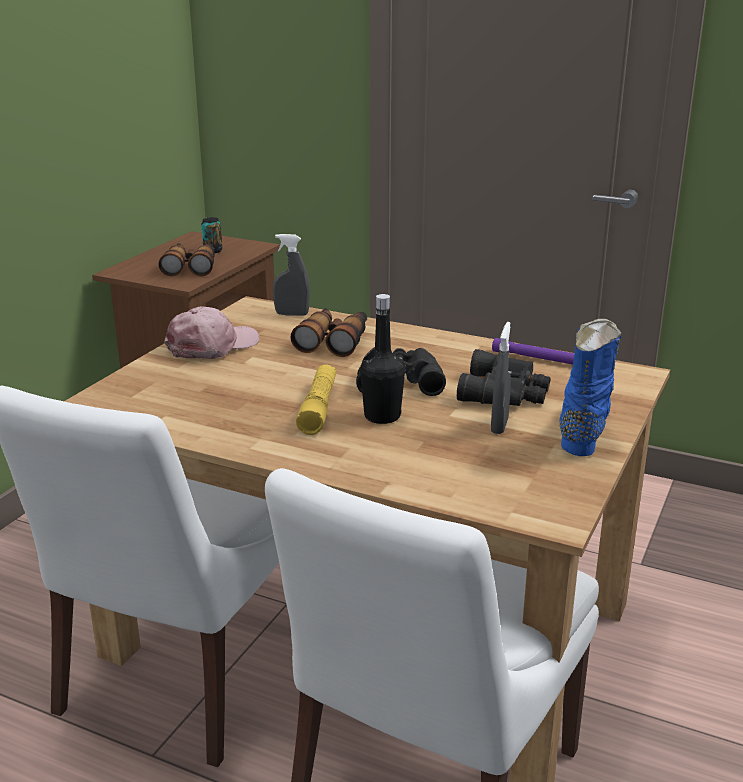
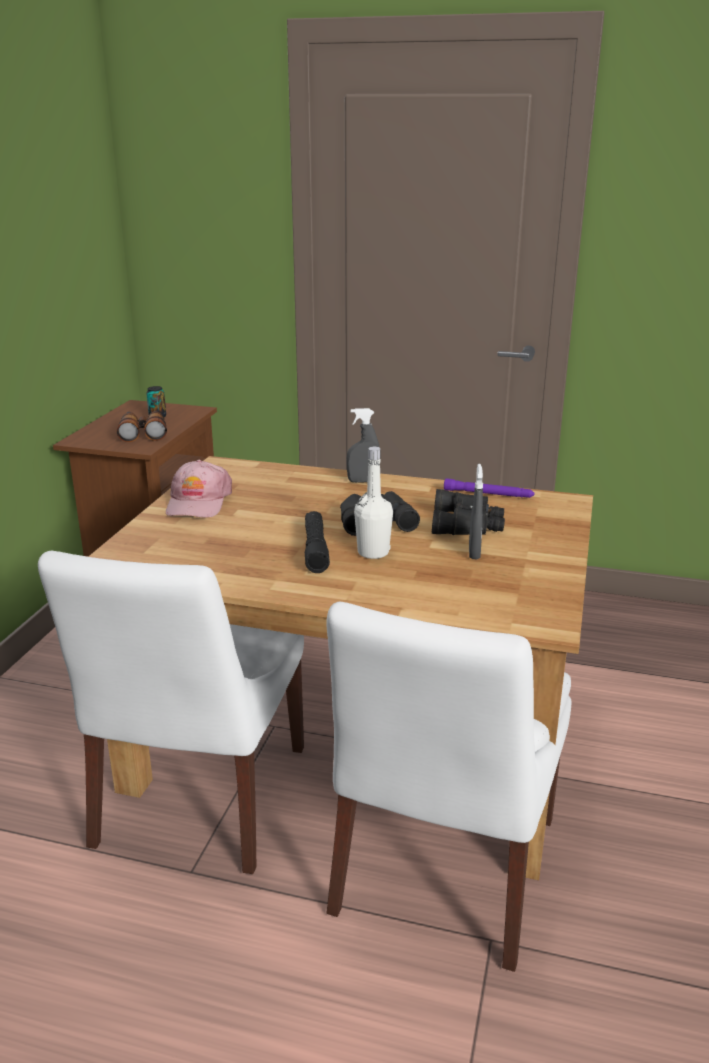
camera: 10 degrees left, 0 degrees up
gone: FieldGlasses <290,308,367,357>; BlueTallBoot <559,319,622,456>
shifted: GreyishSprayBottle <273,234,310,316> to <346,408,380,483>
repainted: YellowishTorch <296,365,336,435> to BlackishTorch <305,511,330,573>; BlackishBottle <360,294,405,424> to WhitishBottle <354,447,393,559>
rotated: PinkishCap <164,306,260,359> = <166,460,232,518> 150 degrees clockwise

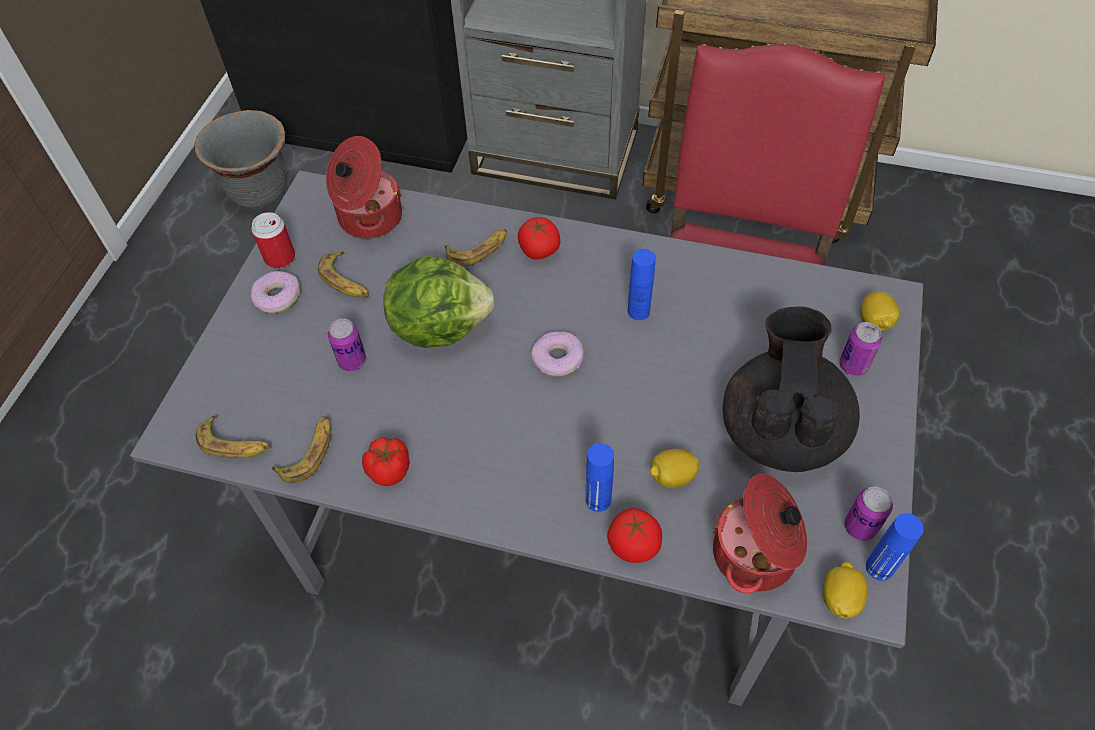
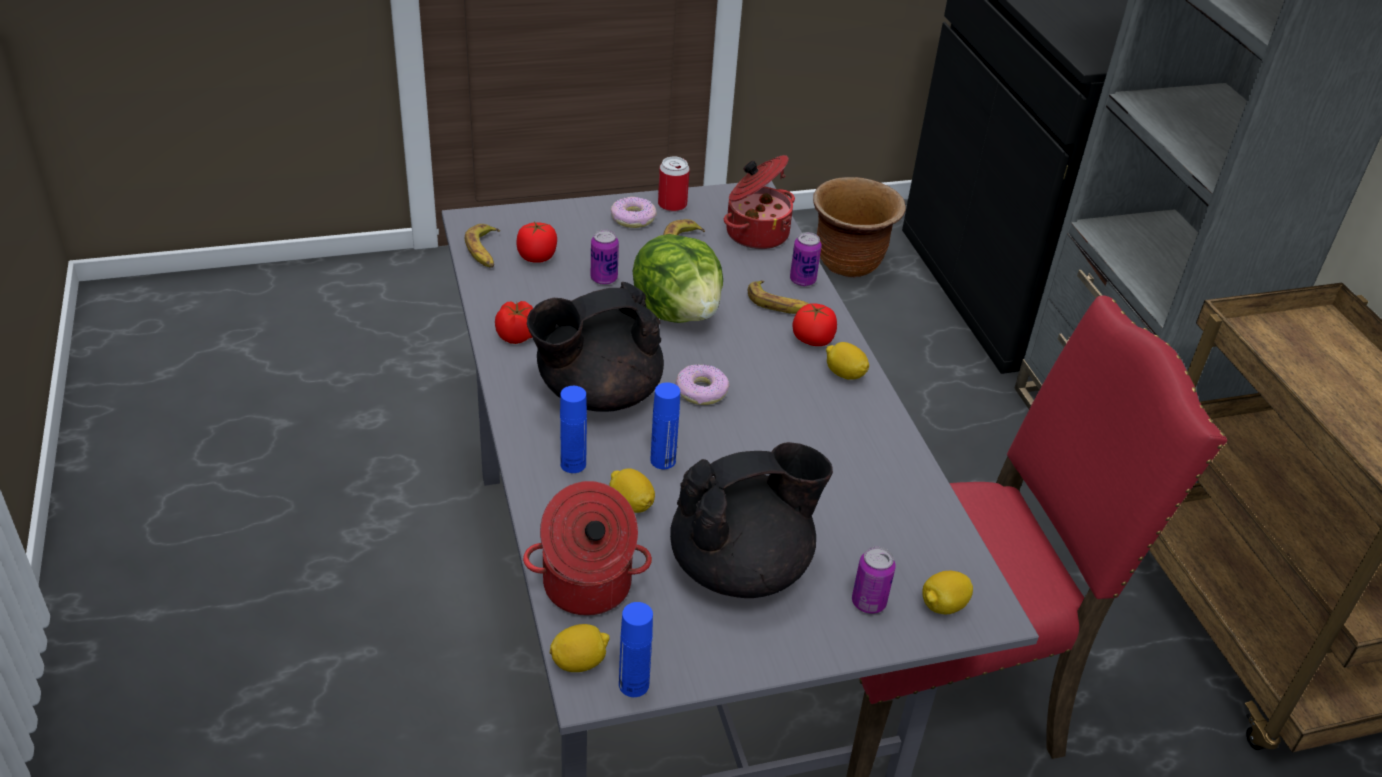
camera: 55 degrees right, 15 degrees down
gone: WholeBanana <272,416,331,483>
new: BlackishPotForTea <527,282,664,412>; CitrusFruit <826,342,869,380>
shifted: Tomato <607,508,662,563> to <516,221,557,263>; BlueBottle <628,249,656,320> to <650,382,680,469>; Can <844,486,893,541> to <790,232,822,286>
repainted: GreyishFlowerPot <194,110,287,209> to BrownFlowerPot <813,177,906,278>

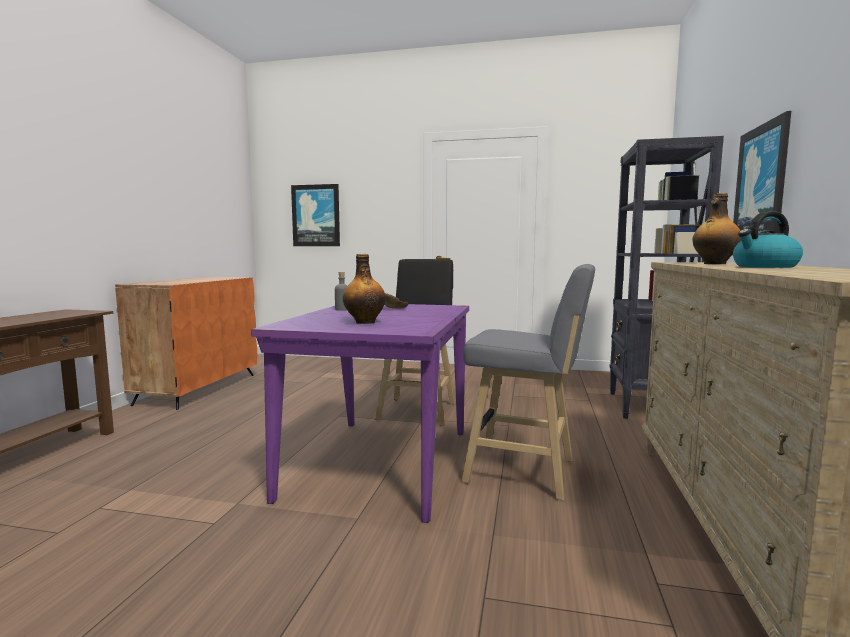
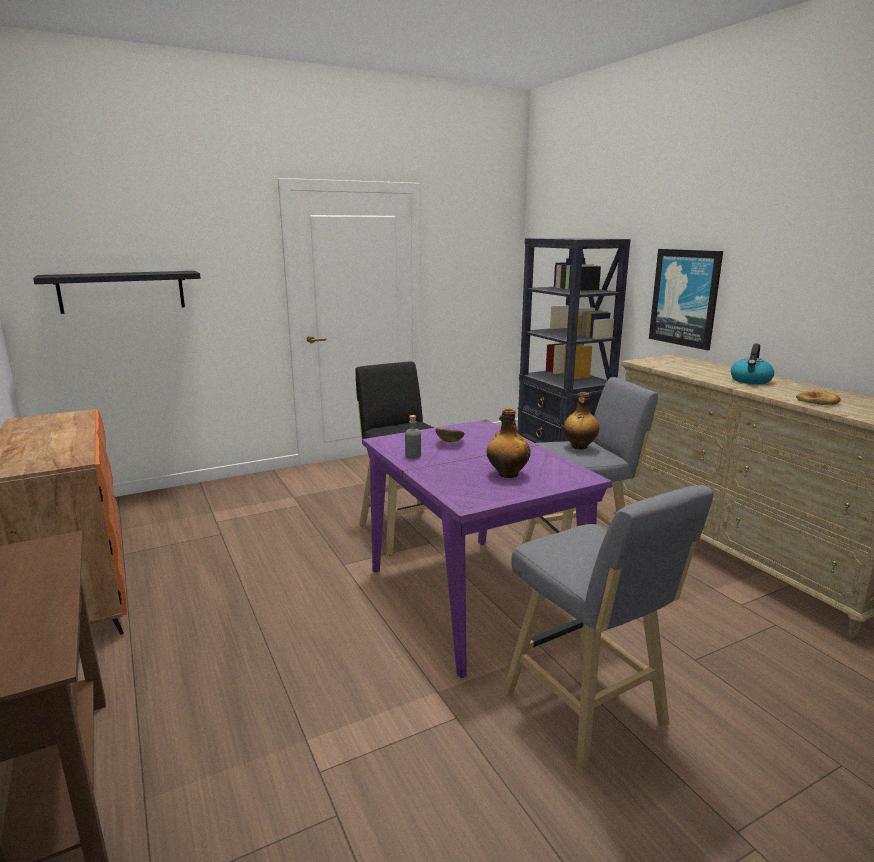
camera: 40 degrees left, 10 degrees up
new: GreyishStool <503,485,714,773>; Bread <796,390,841,405>
shifted: Bottle <693,193,741,264> to <563,392,599,450>
swapped: WallArt <291,184,340,246> to BlackishWallShelf <33,271,201,314>

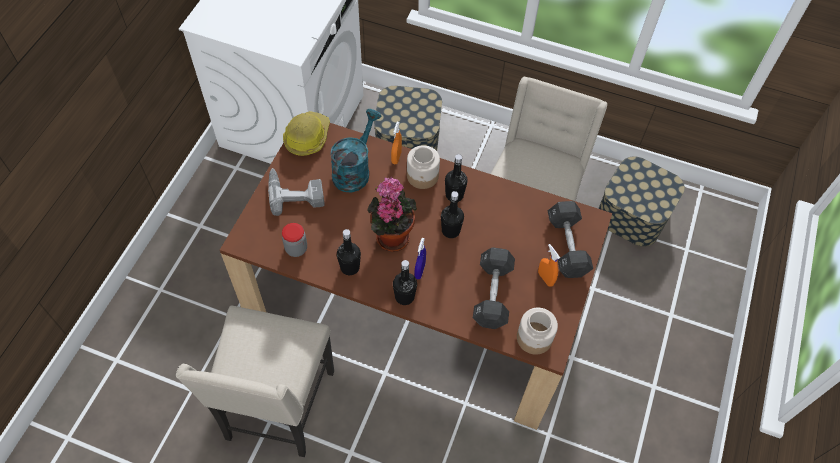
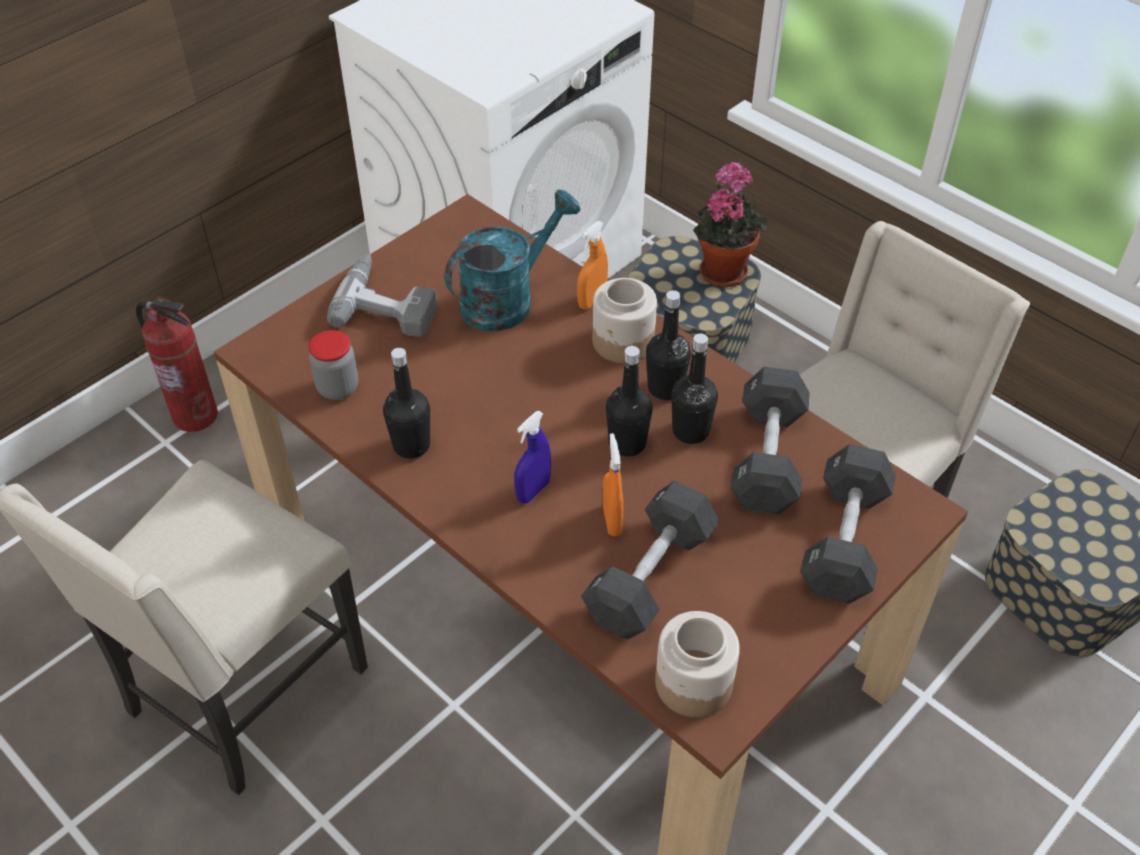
camera: 25 degrees right, 10 degrees down
gone: SafetyHelmet <283,111,330,156>
new: FireExtinguisher <136,296,218,432>; BlackishFreeWeight <730,367,810,514>
shifted: OrangeySprayBottle <538,244,560,287> to <603,433,623,536>; BlackishBottle <393,260,417,305> to <671,333,718,444>; PlantInAPot <367,177,417,252> to <693,162,768,287>

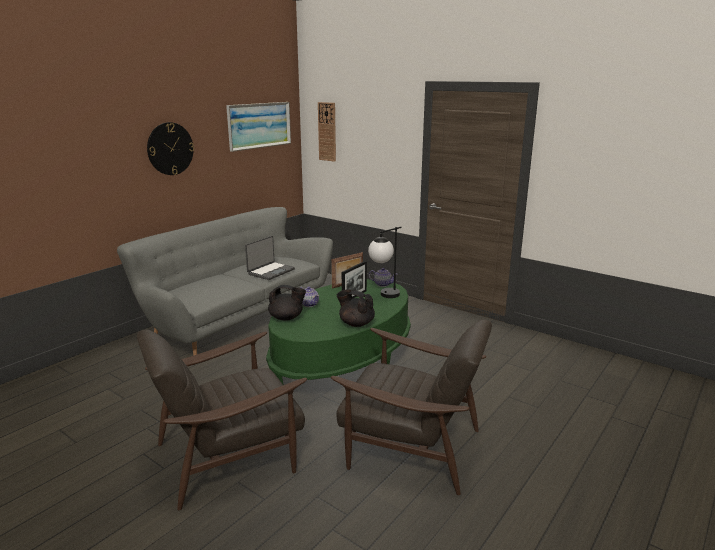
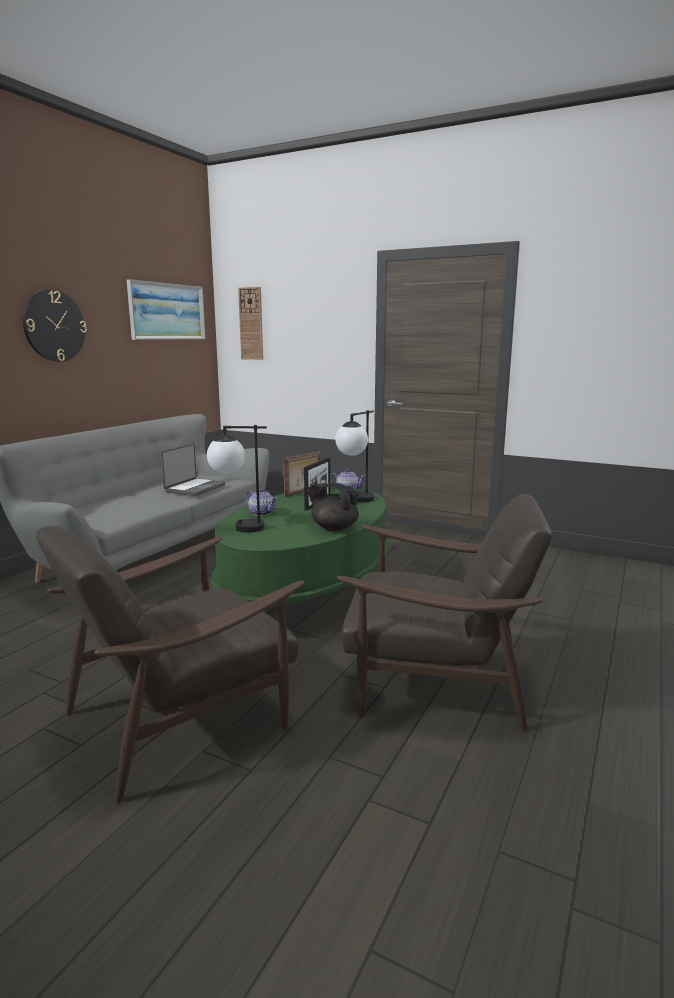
camera: 10 degrees left, 5 degrees down
swapped: BlackishPotForTea <268,285,306,320> to LampForATable <207,425,267,533>

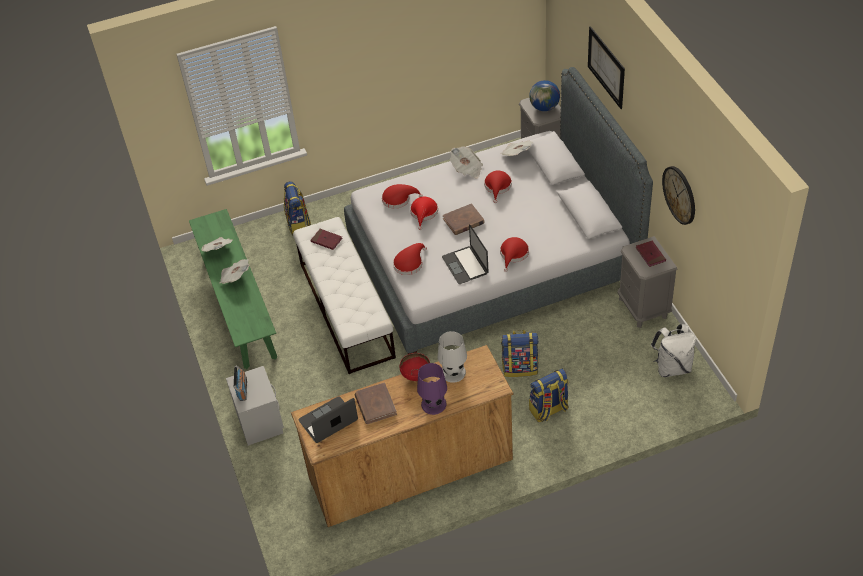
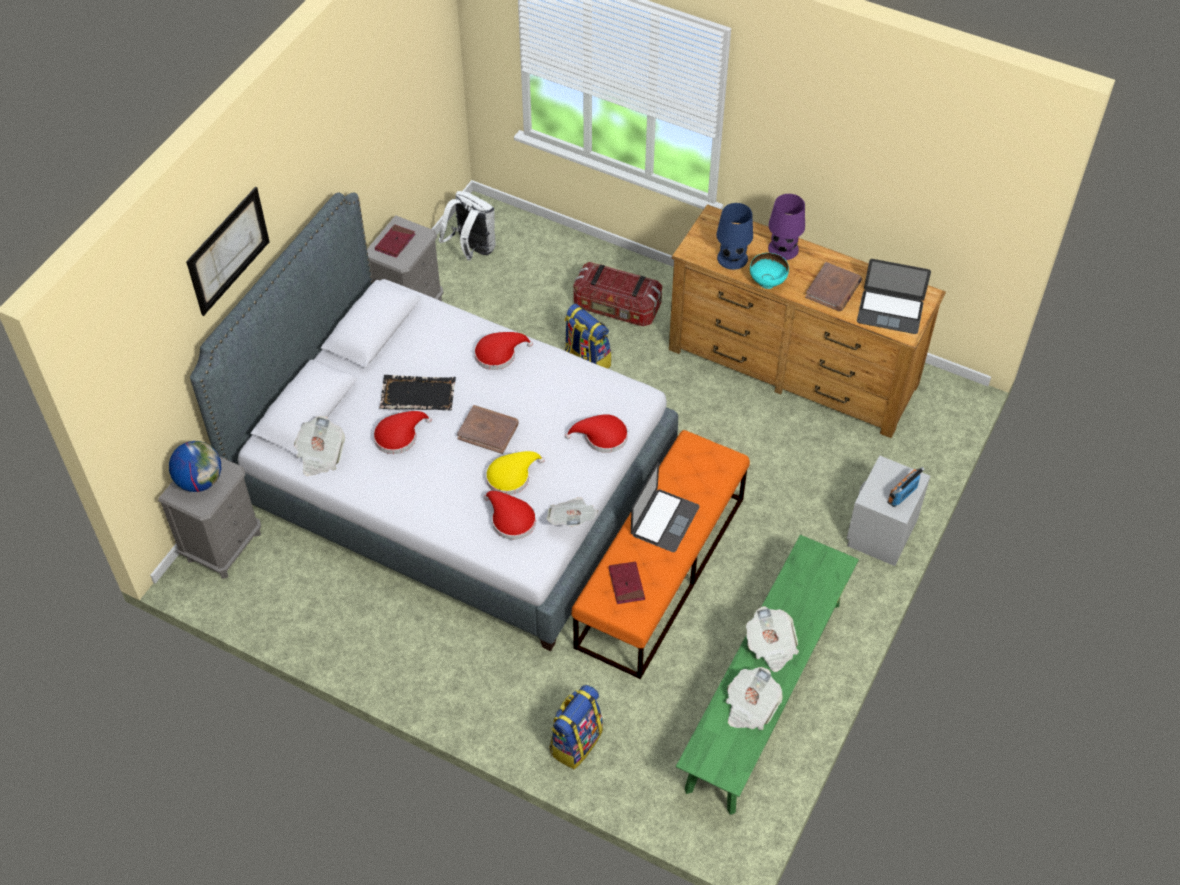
camera: 135 degrees left, 5 degrees up
gone: ClockOnTheWall <662,166,695,225>
new: BlackishServingTray <379,375,456,411>
shifted: Newspaper <450,147,483,179> to <546,497,599,527>; NotebookComputer <442,224,488,284> to <631,462,700,552>
swapped: Backpack <529,369,569,422> to StorageBin <574,262,662,327>
repainted: RedClothingHat <410,197,438,230> to YellowishClothingHat <486,451,545,495>; WhitishIndoorBench <293,217,396,374> to OrangeyIndoorBench <572,430,750,679>; WhitishLampForATable <438,331,467,383> to BlueLampForATable <716,203,753,270>; RedBowl <400,353,430,381> to TurquoiseBowl <750,253,789,289>

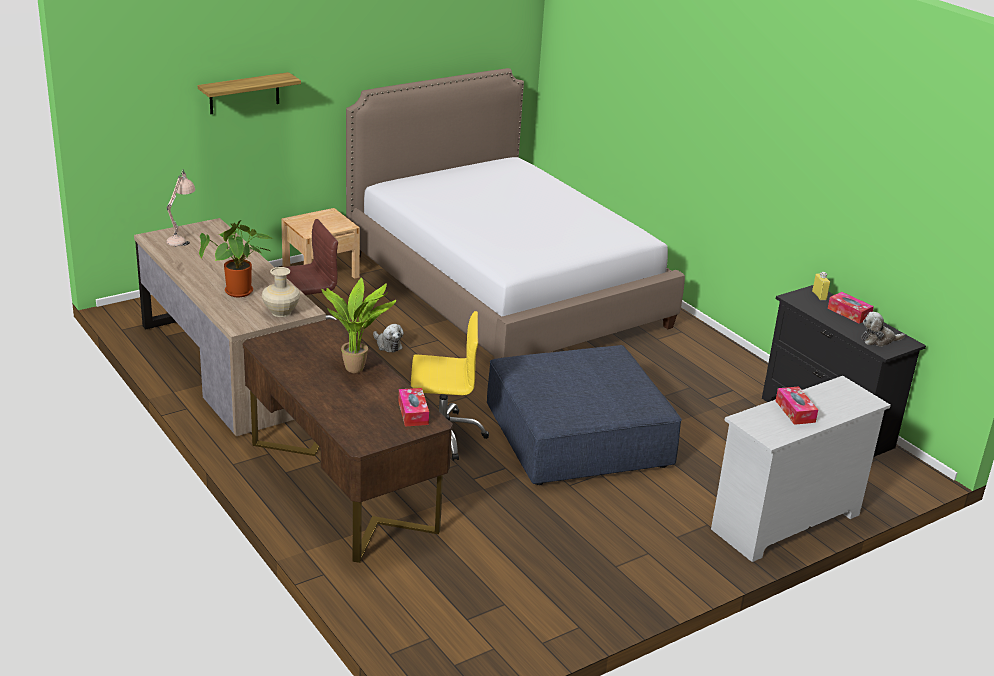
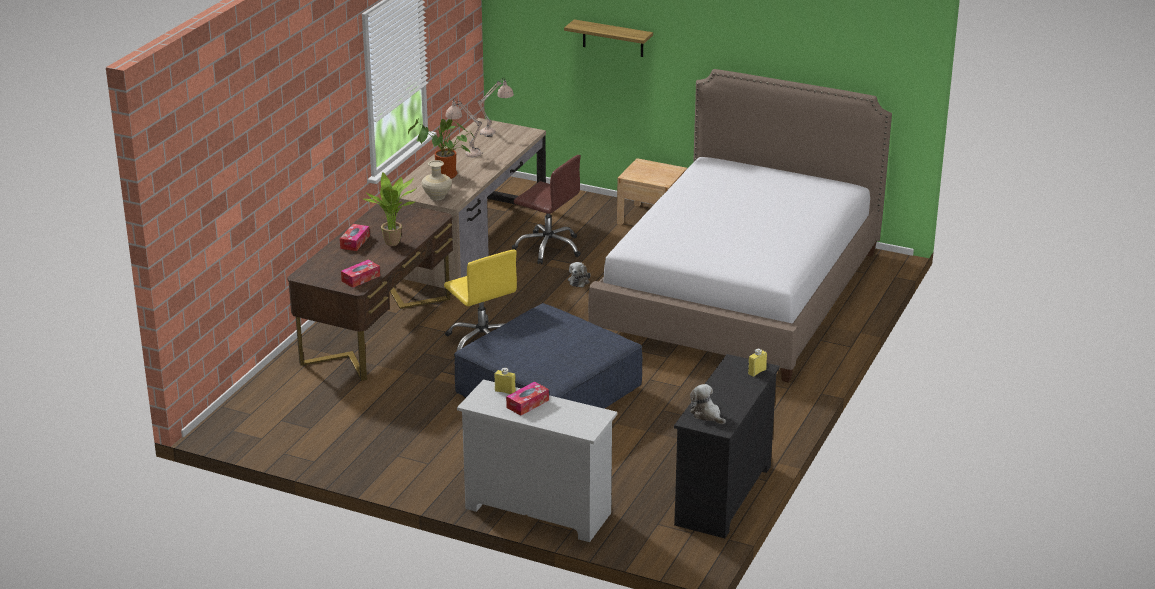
camera: 60 degrees right, 0 degrees up
new: SandColouredLampForATable <445,98,483,157>; YellowishBottle <494,368,516,394>
shifted: BoxOfTissues <828,292,874,324> to <340,224,370,251>

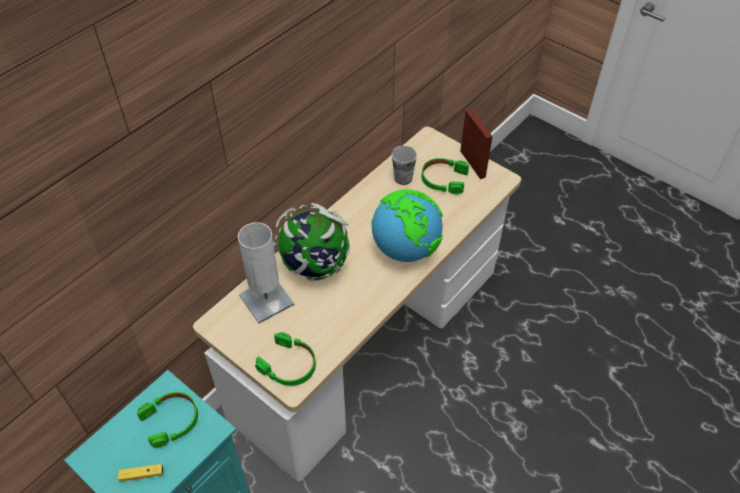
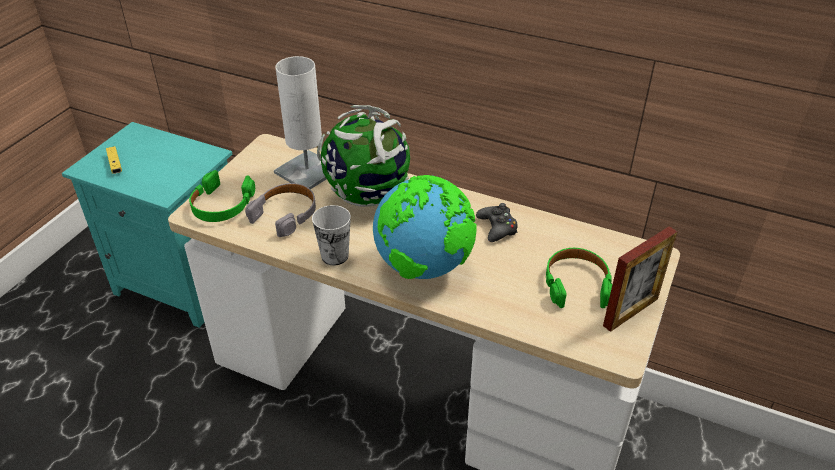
camera: 75 degrees right, 10 degrees down
gone: GreenHeadphones <137,392,198,448>
new: GreyishHeadphones <245,183,316,237>; BlackishGameController <476,203,518,242>
shifted: SmallCup <392,146,417,185> to <312,205,351,265>

